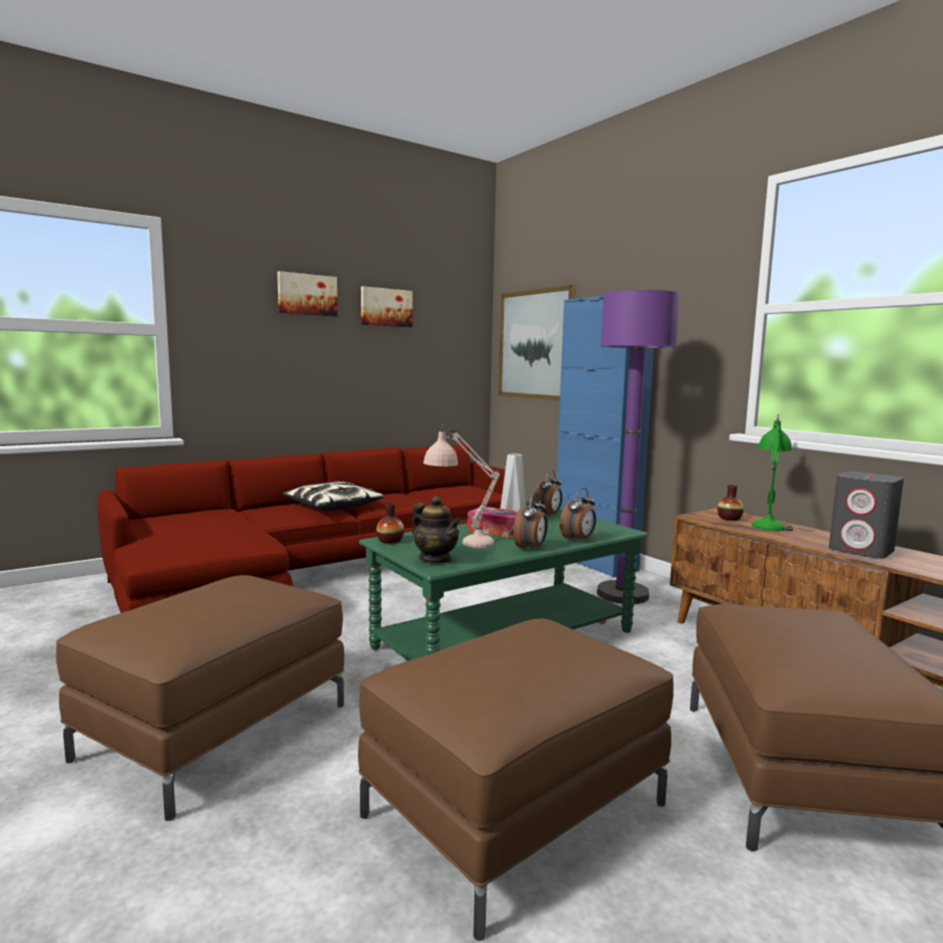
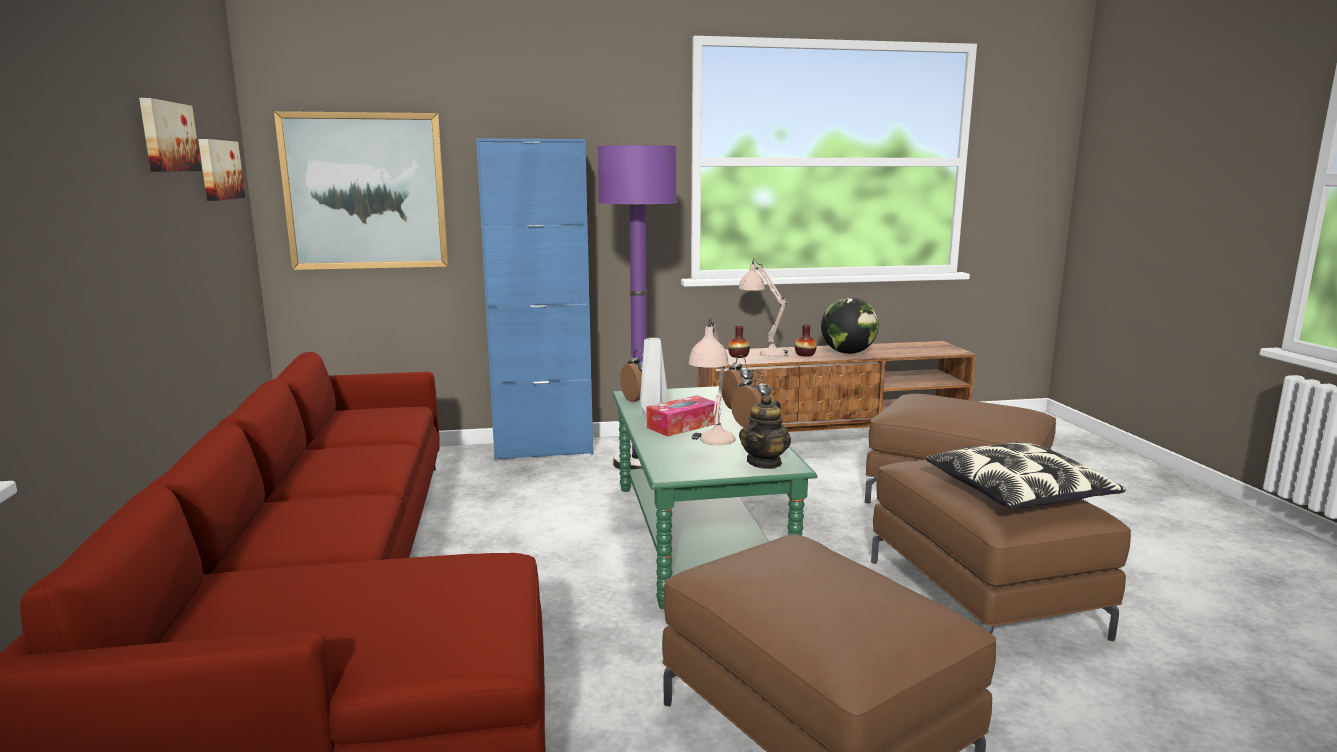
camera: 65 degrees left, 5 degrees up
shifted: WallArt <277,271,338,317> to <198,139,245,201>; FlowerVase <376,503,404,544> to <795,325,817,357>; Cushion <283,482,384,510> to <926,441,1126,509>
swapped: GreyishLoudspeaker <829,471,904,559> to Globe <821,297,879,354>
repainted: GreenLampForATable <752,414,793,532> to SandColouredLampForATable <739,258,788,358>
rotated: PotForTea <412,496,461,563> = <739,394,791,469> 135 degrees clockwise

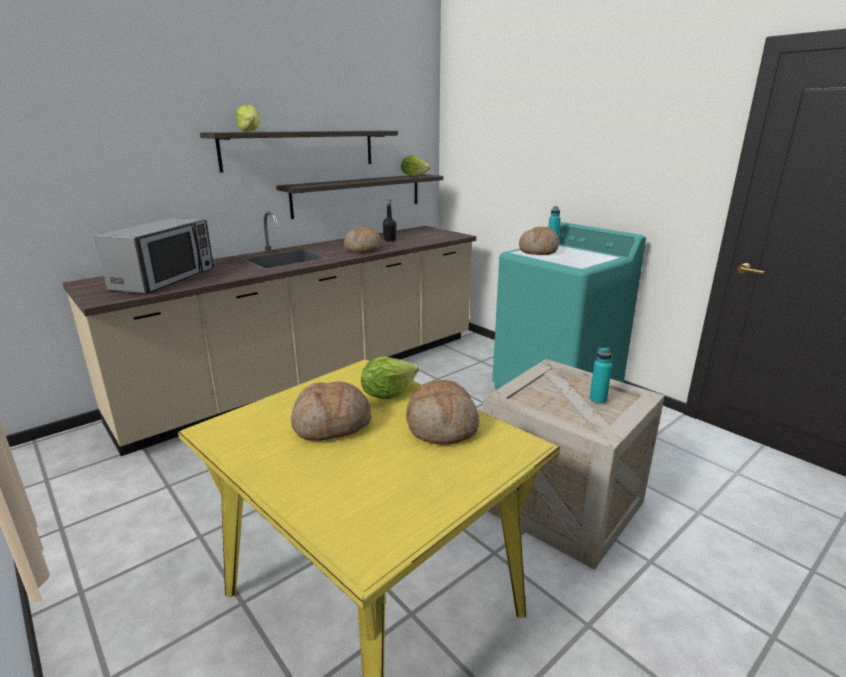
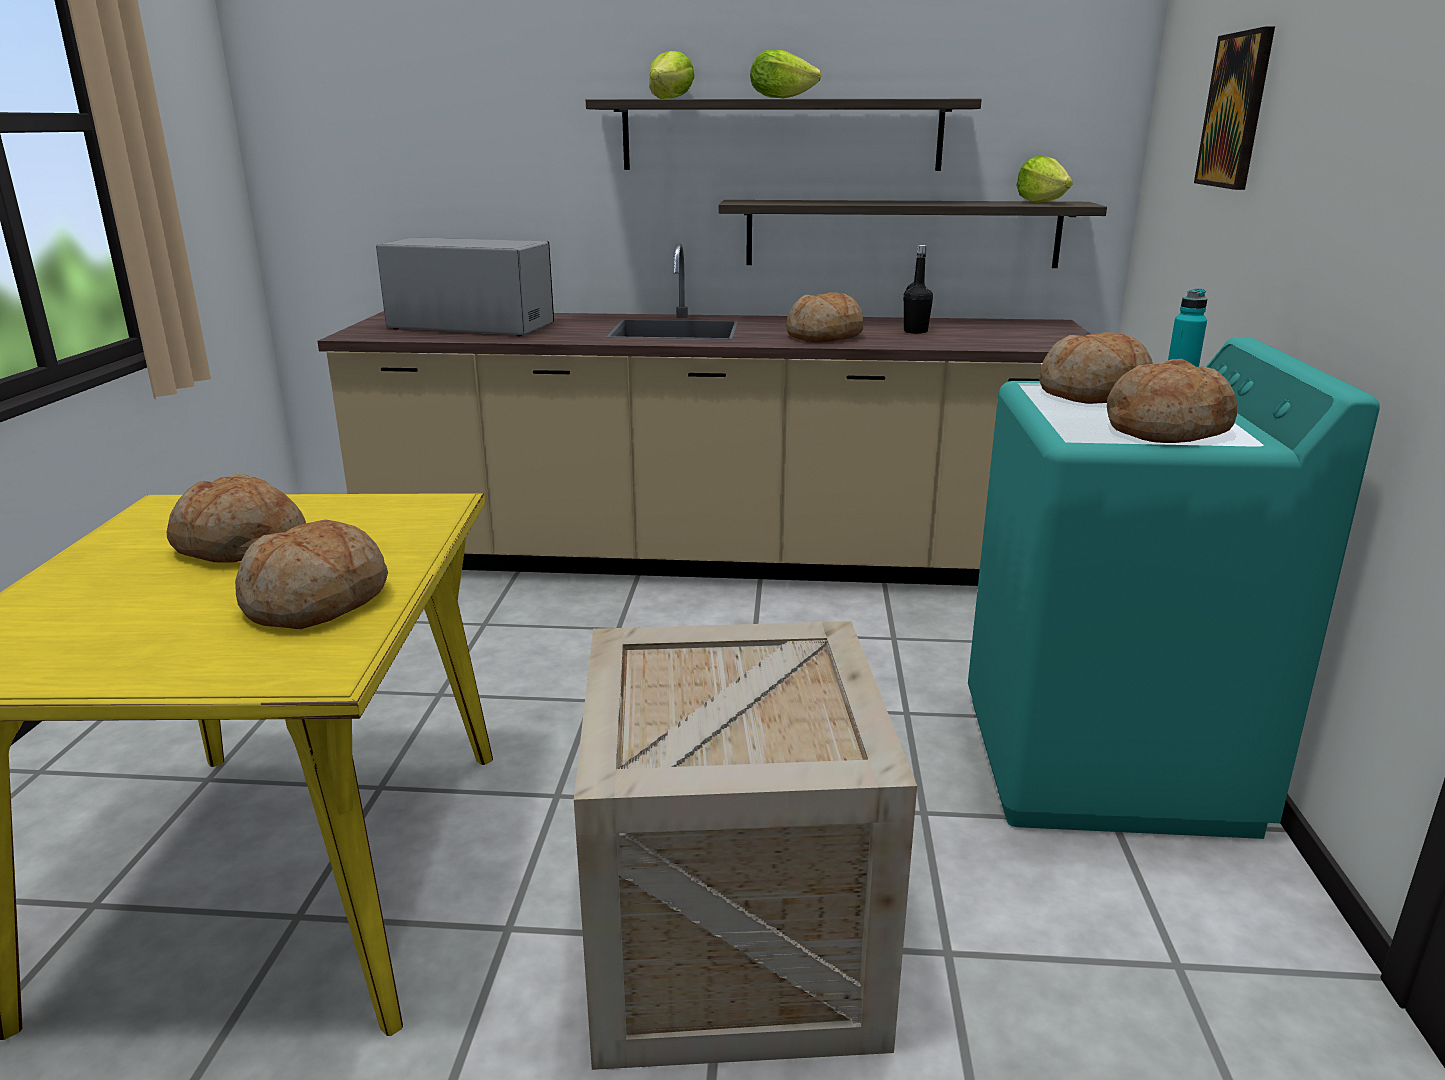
camera: 45 degrees right, 0 degrees up
gone: TurquoiseBottle <589,347,612,404>
new: Bread <1107,359,1237,443>; WallArt <1194,26,1275,190>
shifted: Lettuce <361,357,419,399> to <750,49,822,99>
rotated: MicrowaveOven <94,218,214,294> = <376,237,554,336> 135 degrees counterclockwise

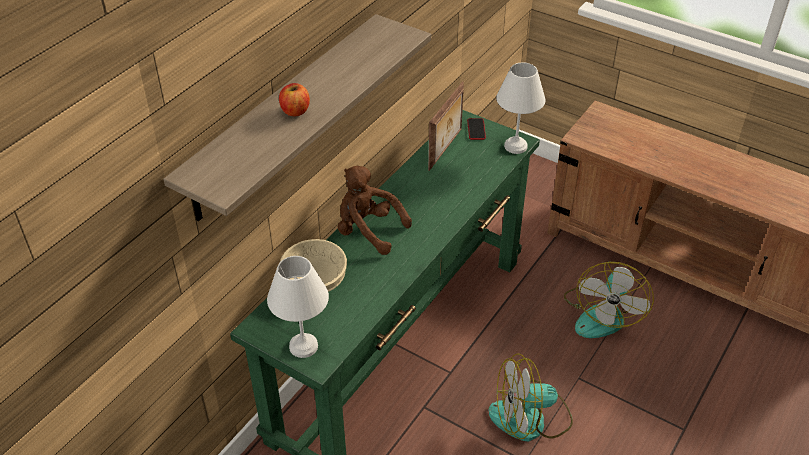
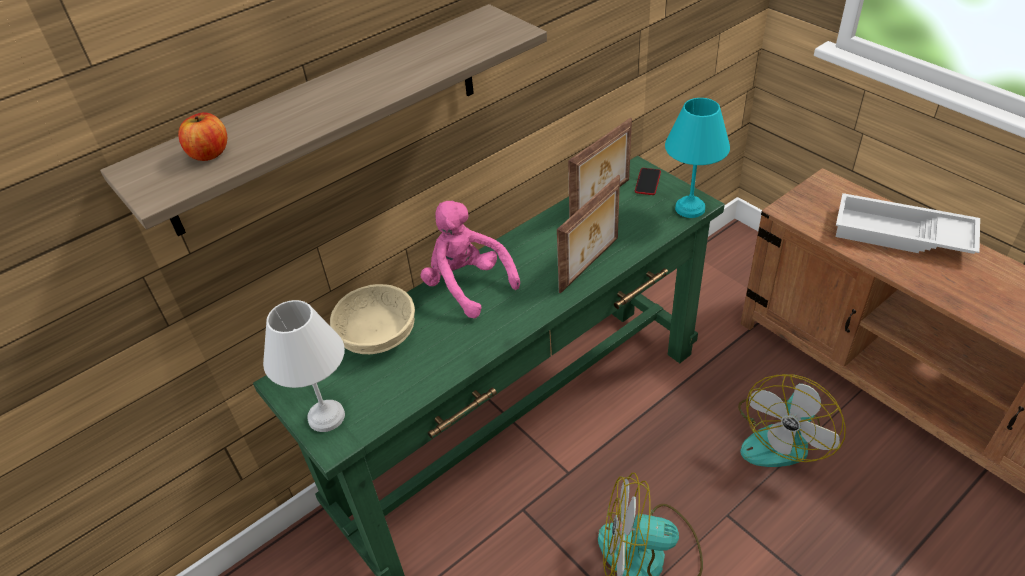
camera: 20 degrees right, 0 degrees up
new: PhotoFrame <557,175,620,294>; WhitishServingTray <836,193,980,254>
shifted: AppleFruit <279,83,310,116> to <178,112,227,161>
repainted: BrownPlushToy <338,166,412,255> to PinkishPlushToy <420,201,520,318>; WhitishLampForATable <496,62,546,154> to TurquoiseLampForATable <665,98,730,218>

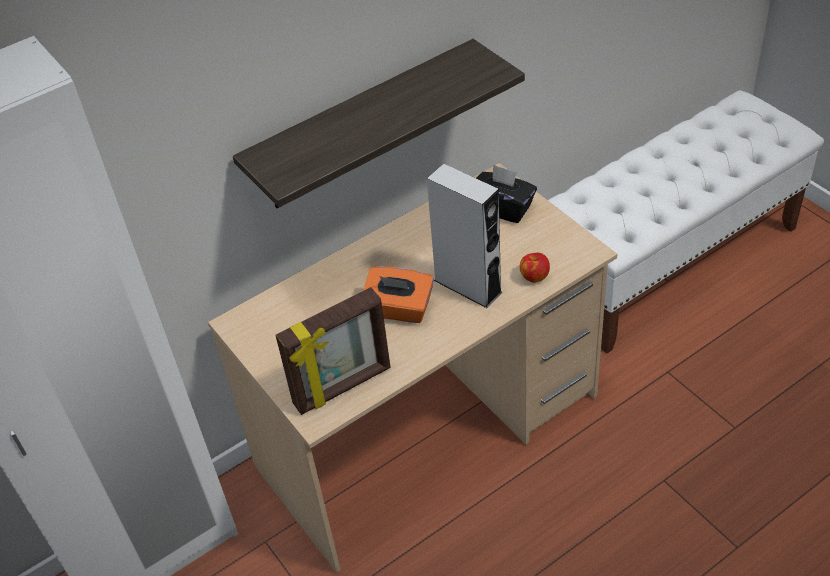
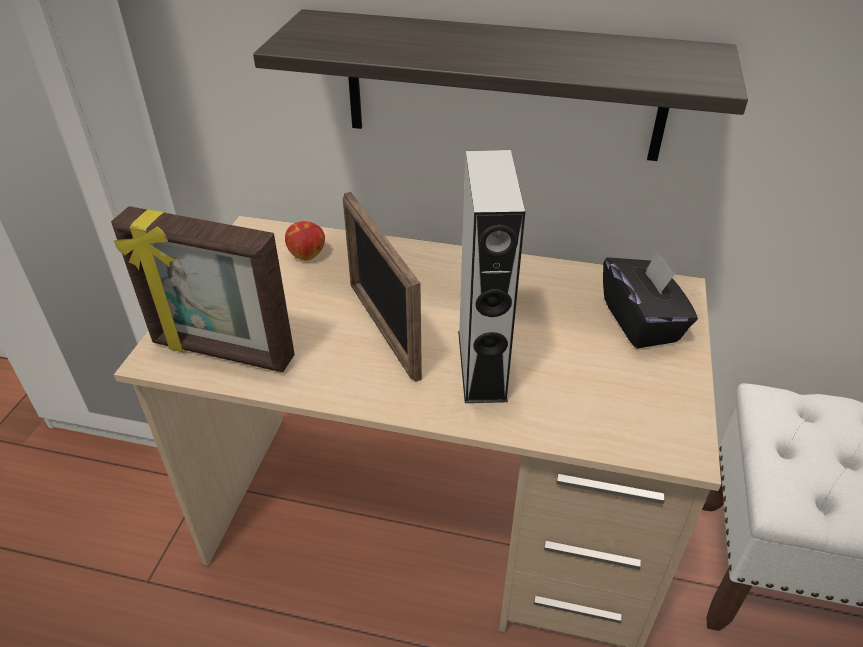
camera: 45 degrees right, 5 degrees down
shifted: AppleFruit <520,253,550,283> to <285,221,325,260>
swapped: OrangeyBoxOfTissues <363,266,434,323> to PhotoFrame <343,192,422,382>

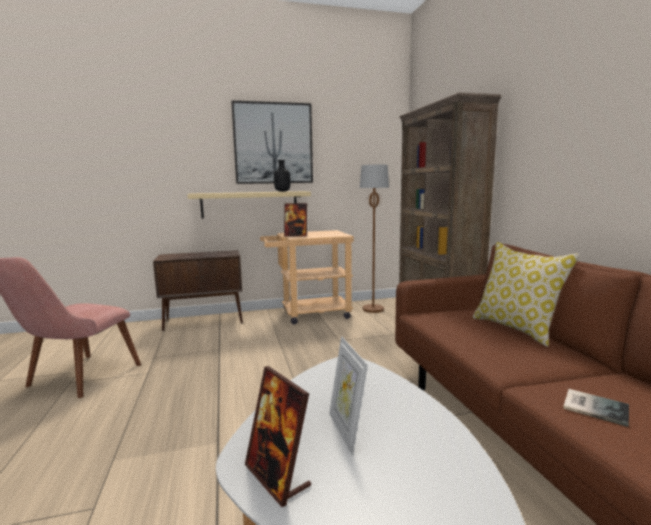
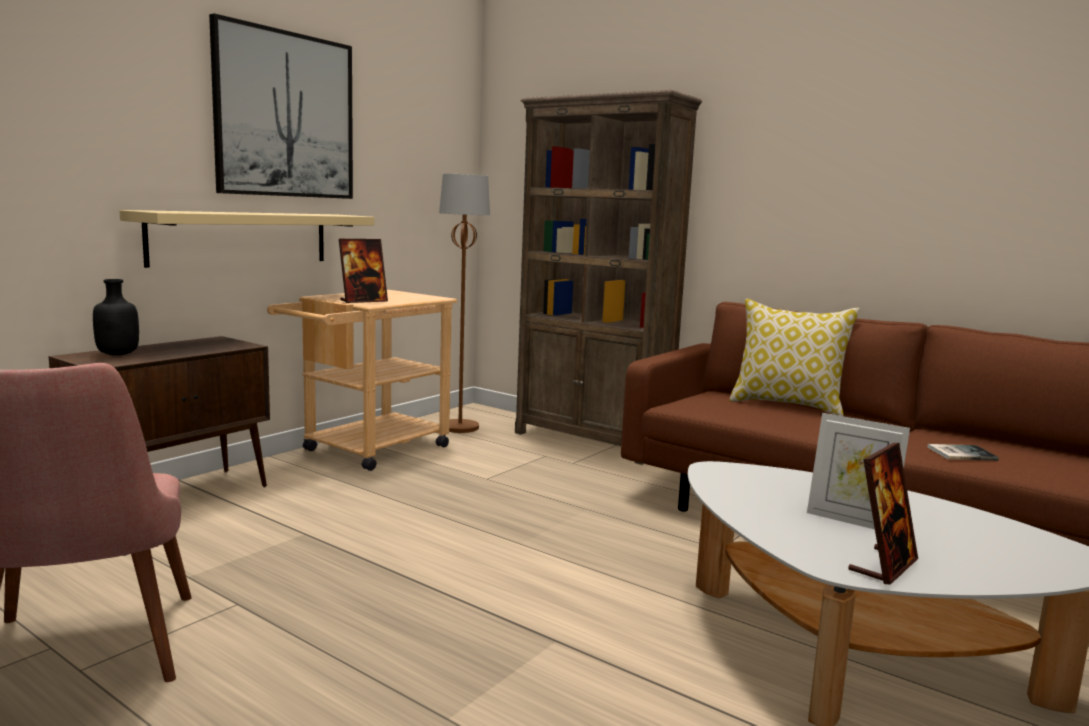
camera: 40 degrees left, 0 degrees up
shifted: BlackishBottle <274,160,290,192> to <93,279,139,355>
rotated: PhotoFrame <245,366,311,507> = <848,443,918,585> 60 degrees counterclockwise

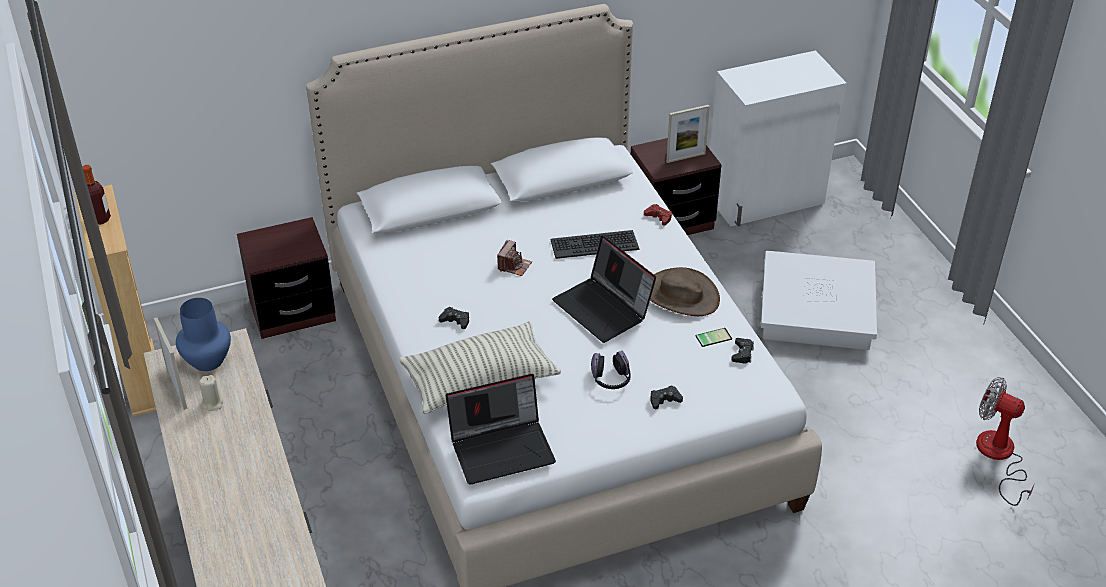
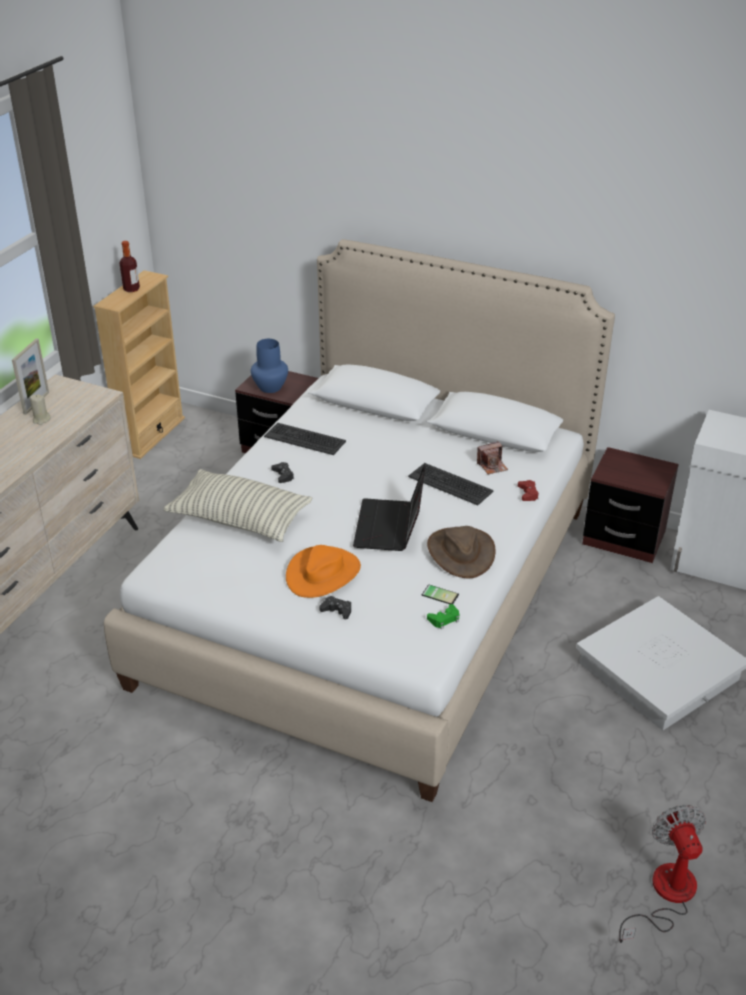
camera: 45 degrees right, 5 degrees down
gone: NotebookComputer <446,374,556,485>; PhotoFrame <666,105,710,163>
new: ComputerKeyboard <264,423,346,455>
shifted: BlueFlowerVase <176,298,231,371> to <251,339,288,393>; PhotoCamera <497,240,532,276> to <477,441,508,474>
swapped: Headphones <591,351,631,389> to OrangeyClothingHat <286,545,361,598>
repainted: BlackishGameController <731,338,754,364> to GreenGameController <427,604,459,629>

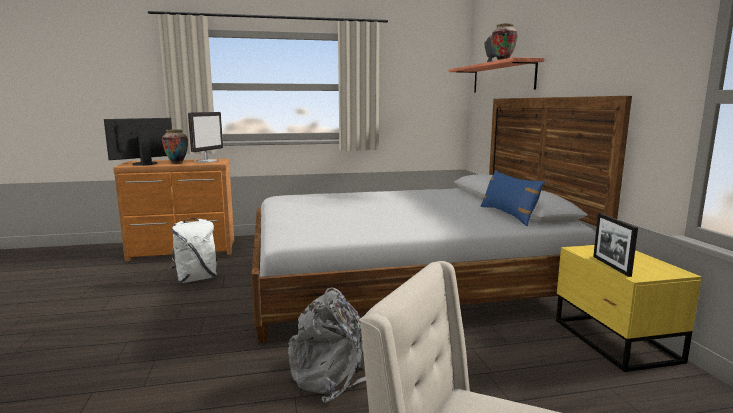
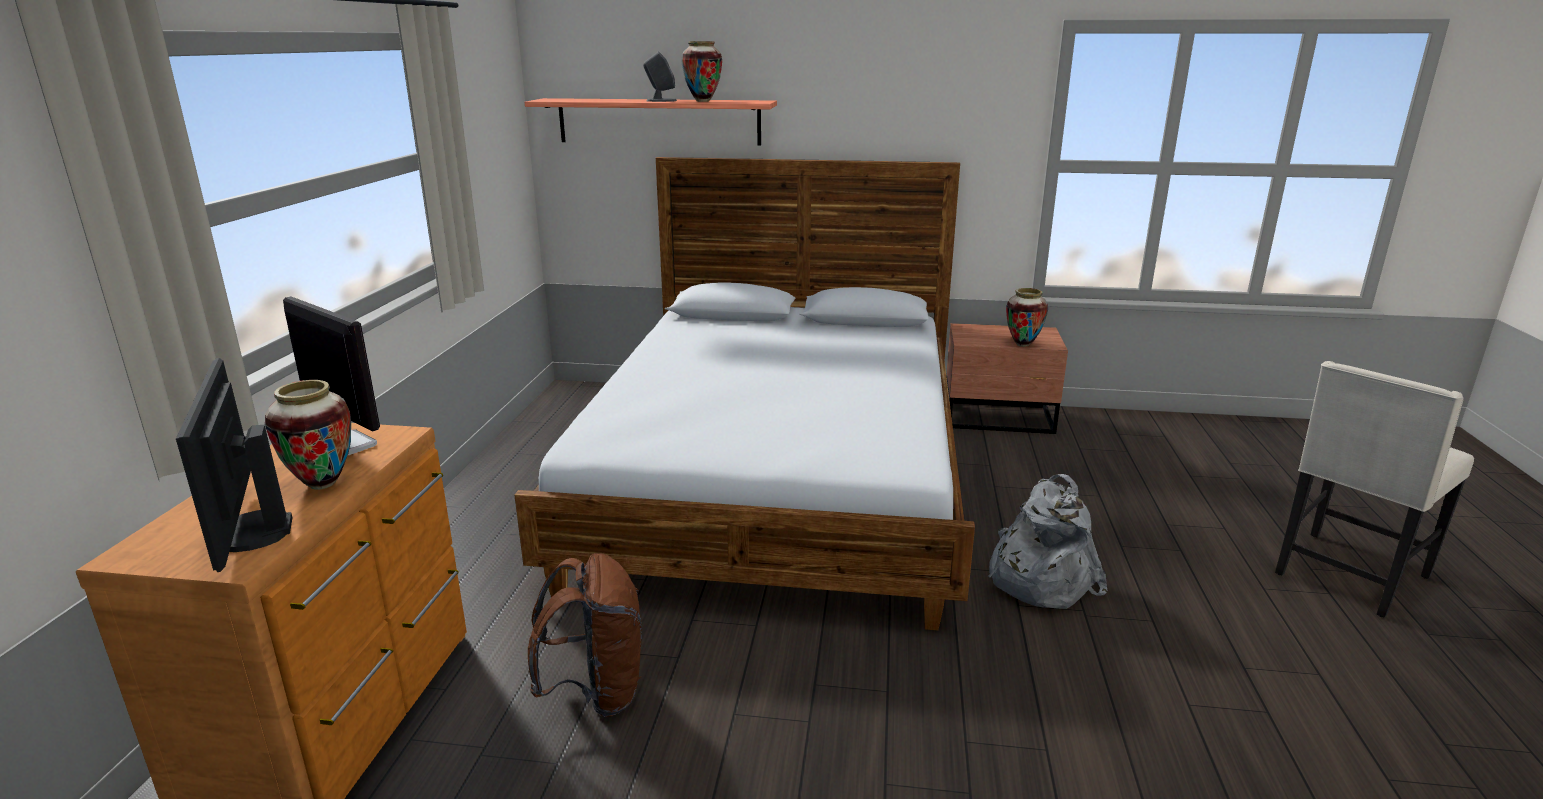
camera: 70 degrees left, 10 degrees up
gone: BlueCushion <480,170,545,226>
swapped: PhotoFrame <593,213,638,277> to FlowerVase <1006,288,1048,347>
repainted: WhitishBackpack <172,218,218,283> to BrownBackpack <528,553,642,717>; YellowishNightstand <556,245,702,372> to BrownNightstand <946,323,1068,434>

